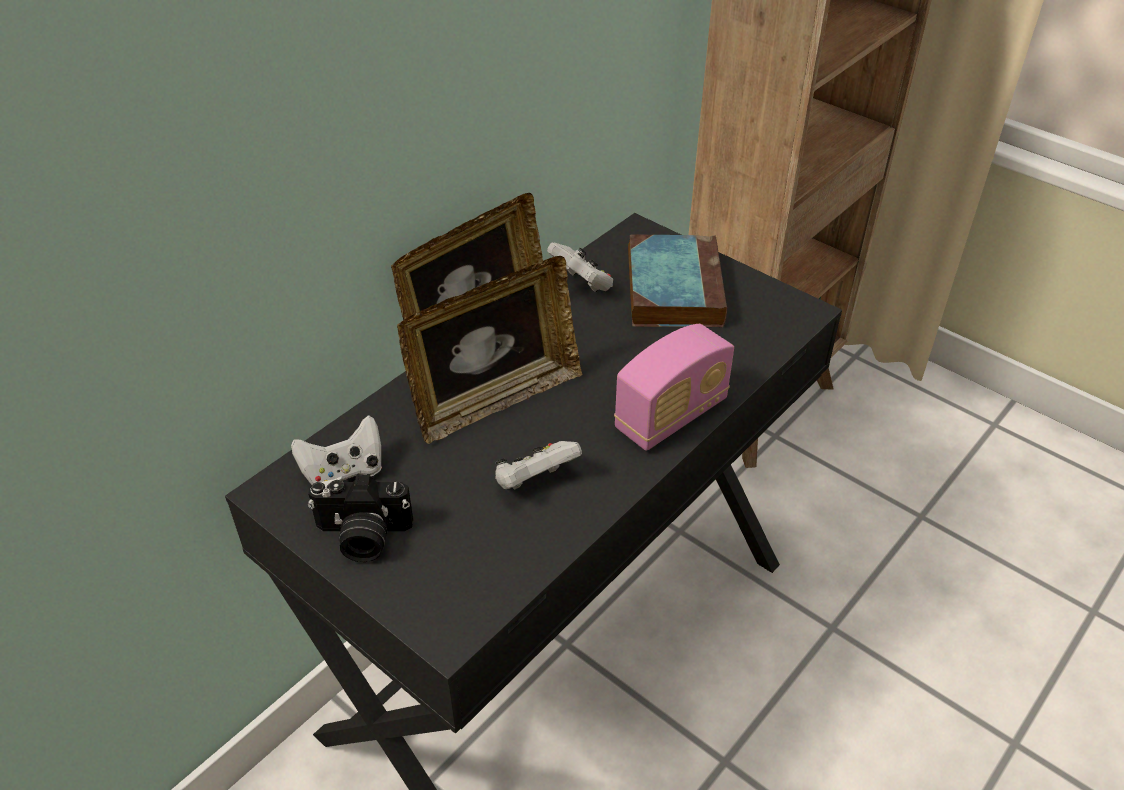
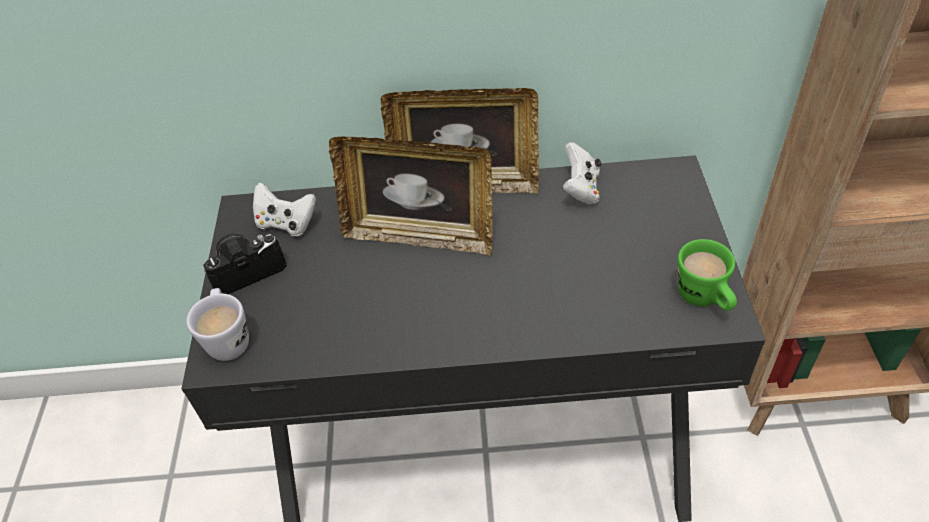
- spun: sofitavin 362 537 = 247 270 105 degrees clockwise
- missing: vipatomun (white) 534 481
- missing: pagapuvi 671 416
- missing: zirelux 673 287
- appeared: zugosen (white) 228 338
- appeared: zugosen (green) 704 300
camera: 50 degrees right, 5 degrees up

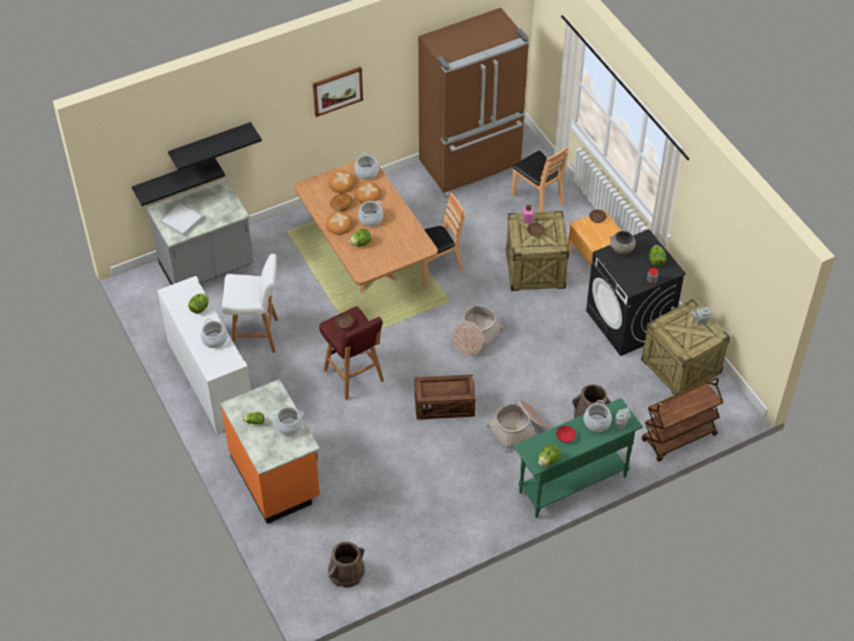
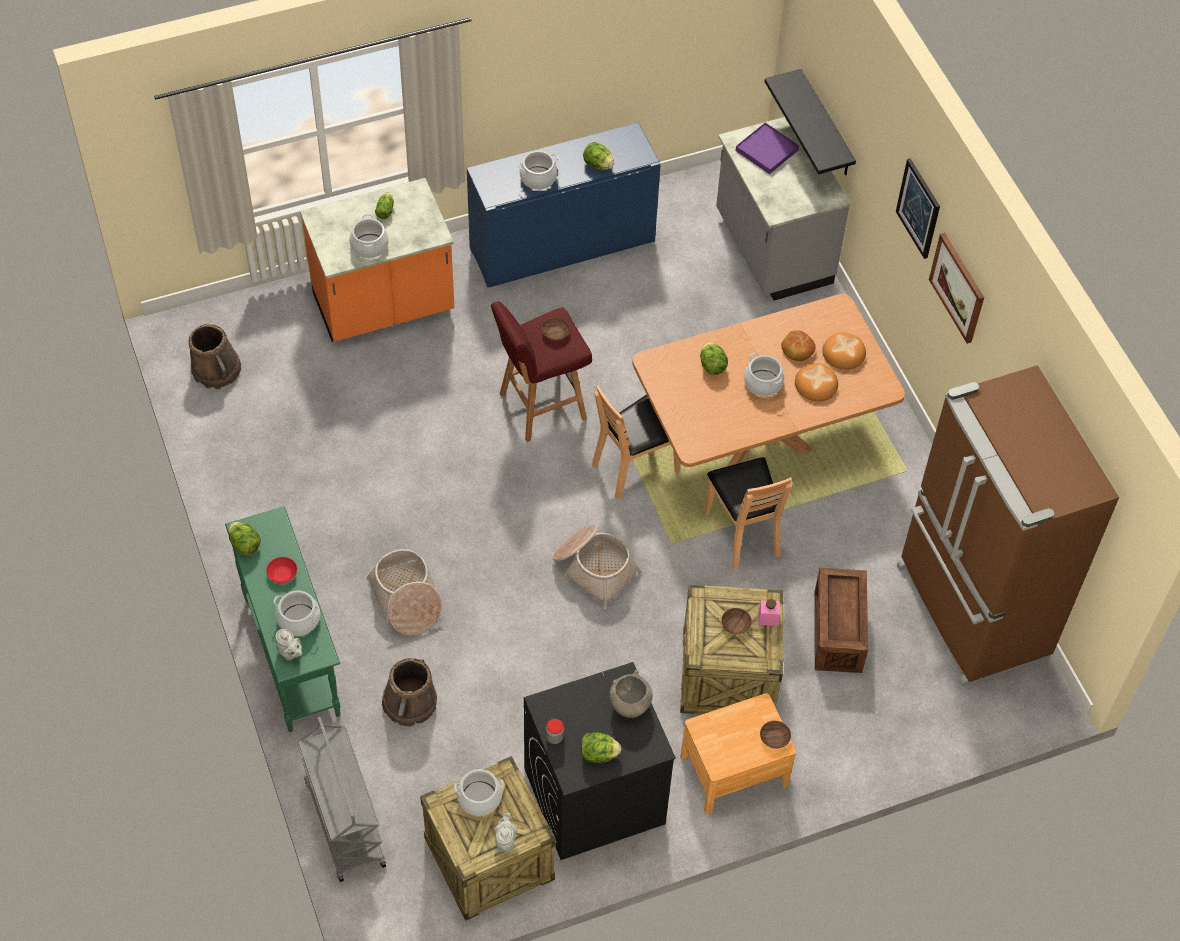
- colour: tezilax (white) 210 379 to tezilax (blue) 562 245
- colour: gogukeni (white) 182 220 to gogukeni (purple) 767 150
- missing: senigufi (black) 210 144
- missing: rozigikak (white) 256 335
- missing: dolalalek 339 225
- relocated: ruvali 366 172 to 479 798
- relocated: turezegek 444 406 to 837 632
- relocated: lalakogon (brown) 537 199 to 635 467
- colour: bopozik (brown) 678 438 to bopozik (grey) 344 823
- appeared: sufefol 919 208
camera: 95 degrees right, 5 degrees up

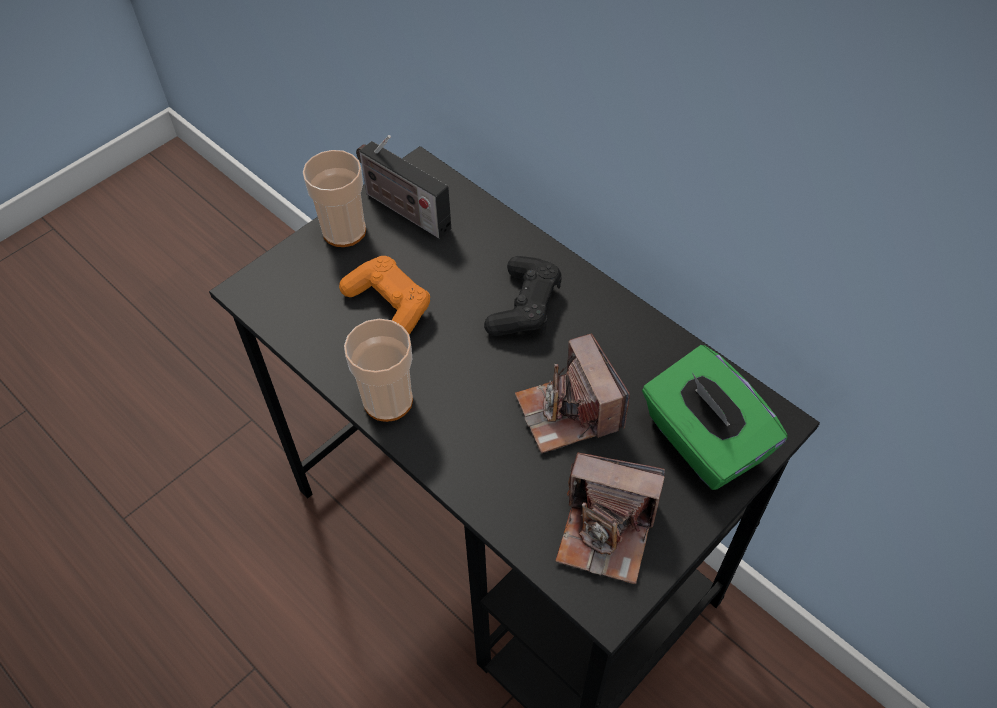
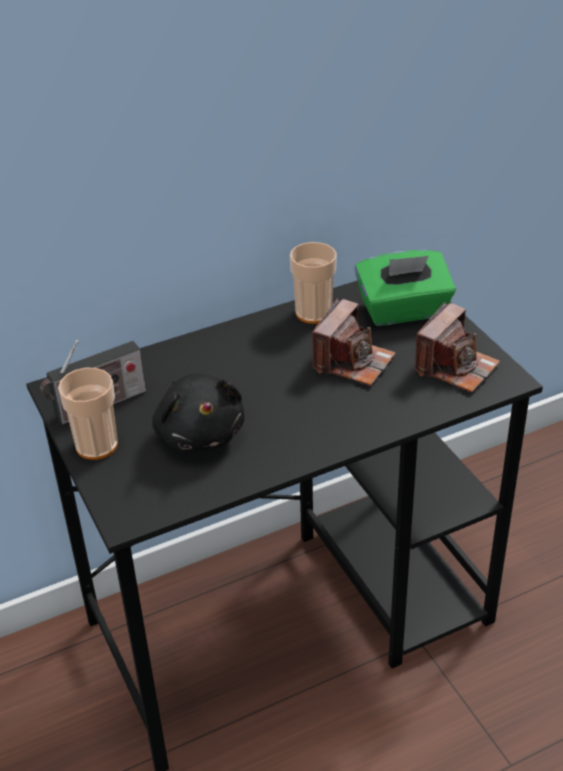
- exchanged: vipatomun (orange) 389 306 to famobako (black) 200 433
- relocated: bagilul 388 400 to 313 313
- missing: vipatomun (black) 524 306
- spun: sofitavin 568 412 = 353 362 60 degrees counterclockwise
camera: 70 degrees left, 15 degrees down

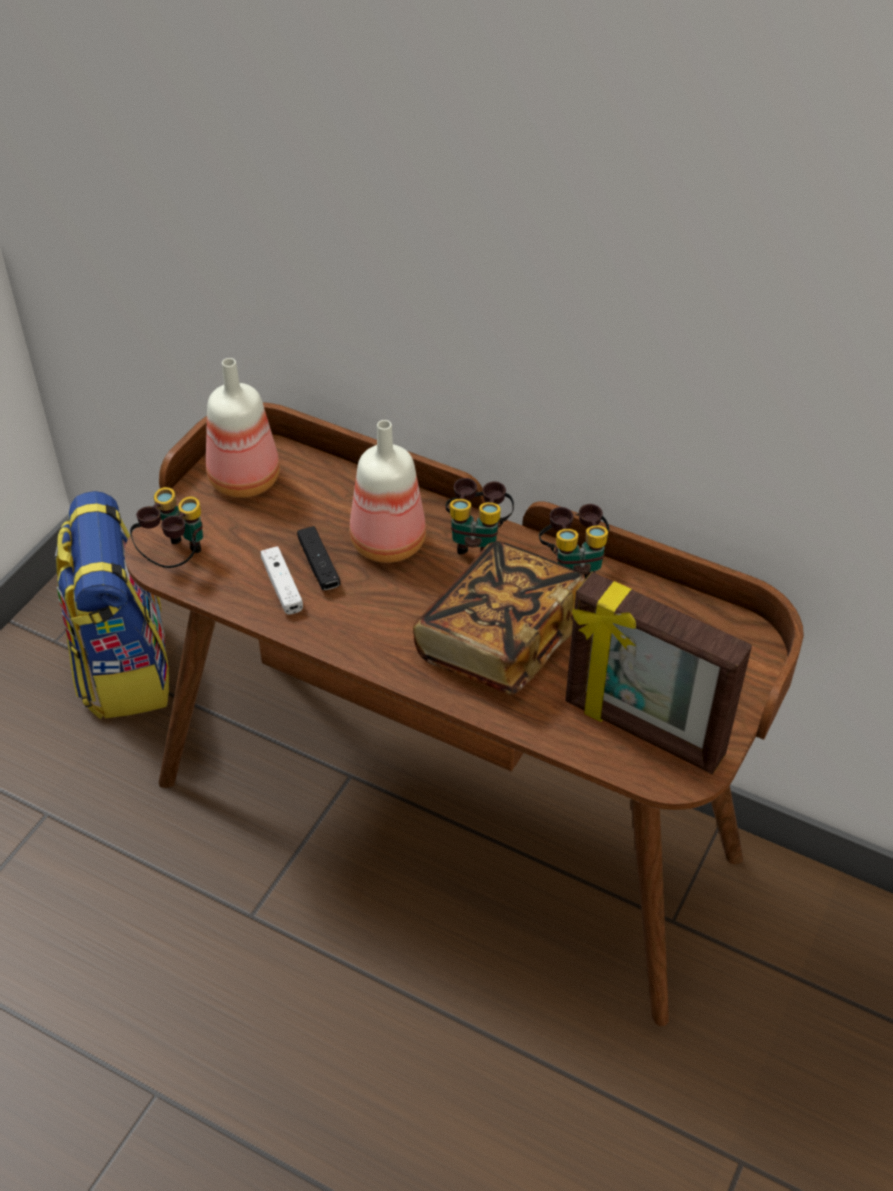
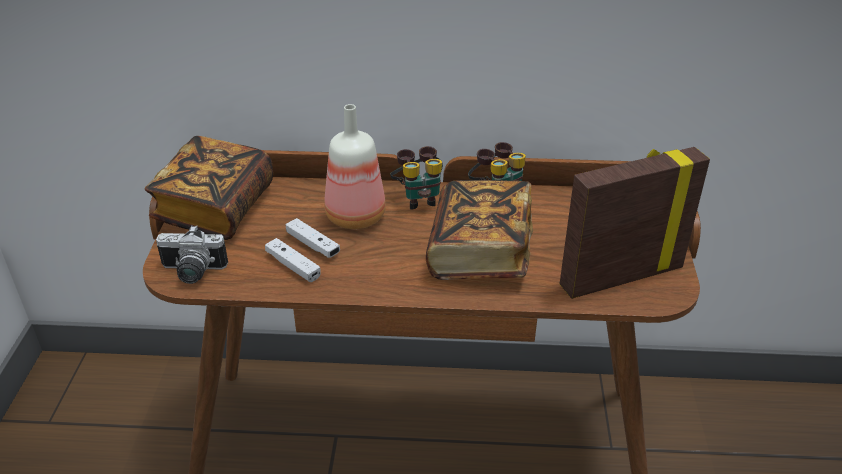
- missing: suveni 123 667
- exchanged: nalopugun 175 558 to sofitavin 192 272
- exchanged: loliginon 242 480 to zirelux 216 208
- colour: vipatomun (black) 319 565 to vipatomun (white) 313 245
- spun: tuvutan 642 731 = 620 276 150 degrees clockwise
camera: 25 degrees left, 10 degrees down

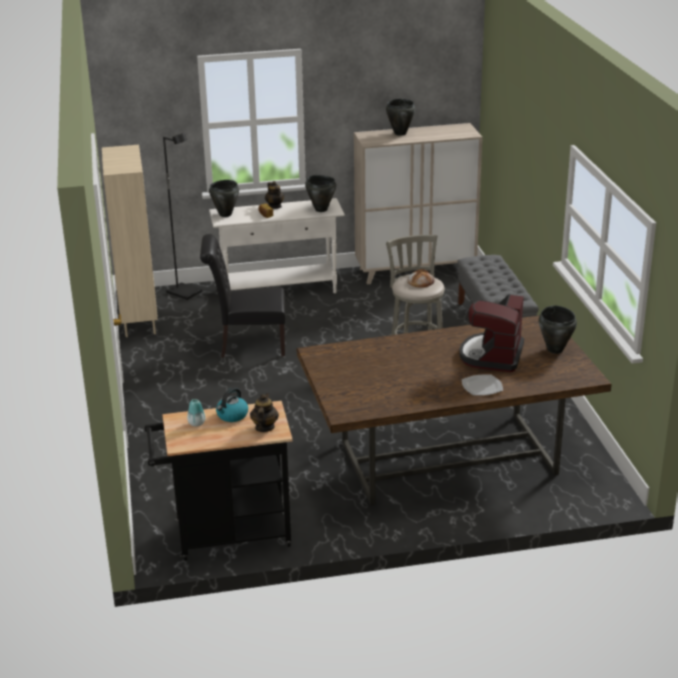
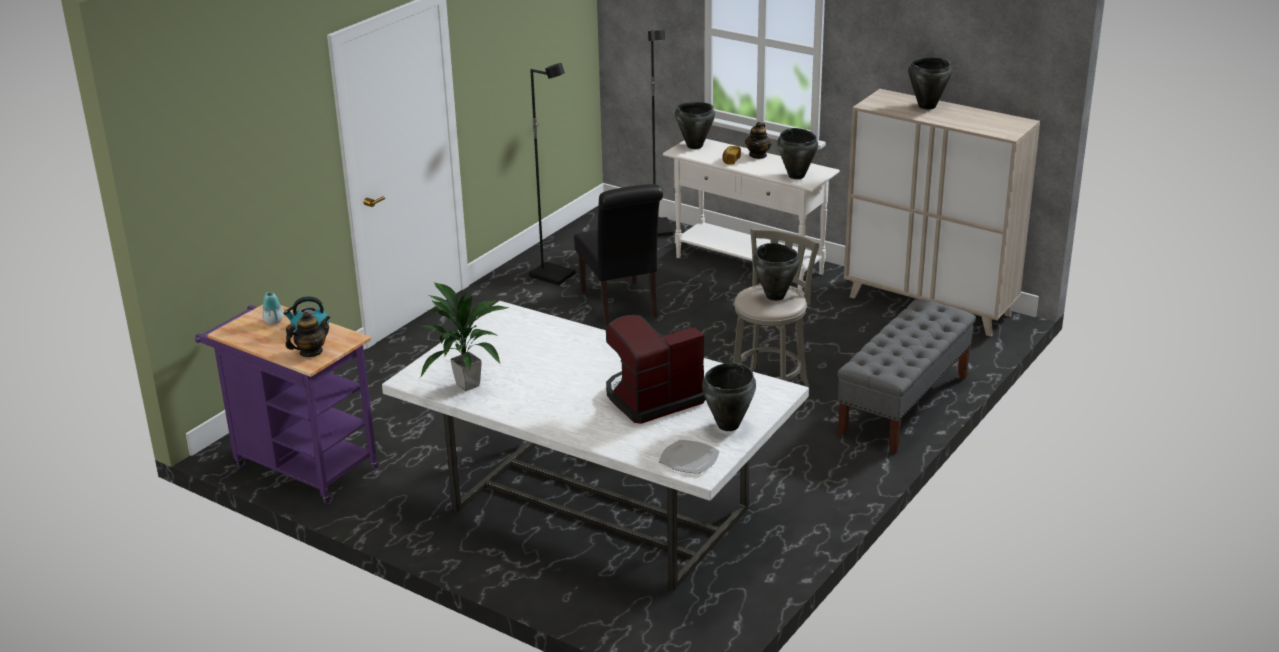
- missing: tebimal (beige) 138 321
- colour: bopozik (black) 225 536 to bopozik (purple) 300 465
- spun: lalakogon (black) 248 346 = 621 306 150 degrees counterclockwise
- colour: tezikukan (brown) 445 458 to tezikukan (white) 597 508
- exchanged: dolalalek 420 281 to ruvali (black) 775 296
- relocated: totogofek 481 386 to 689 459
- appeared: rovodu 467 384
- appeared: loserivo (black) 553 275
camera: 45 degrees right, 0 degrees up

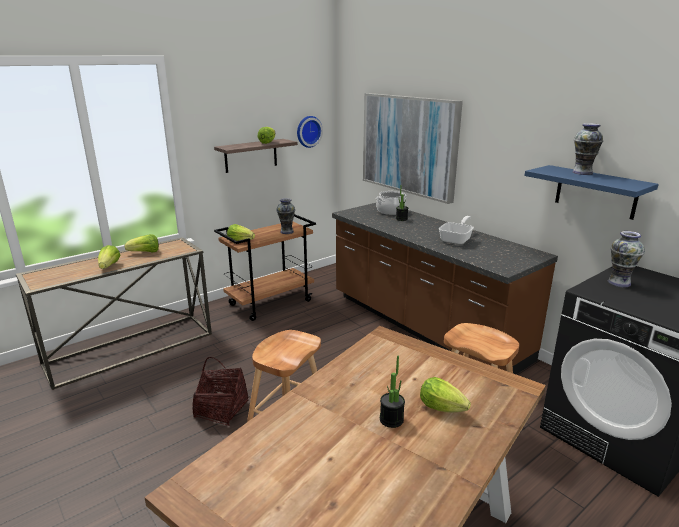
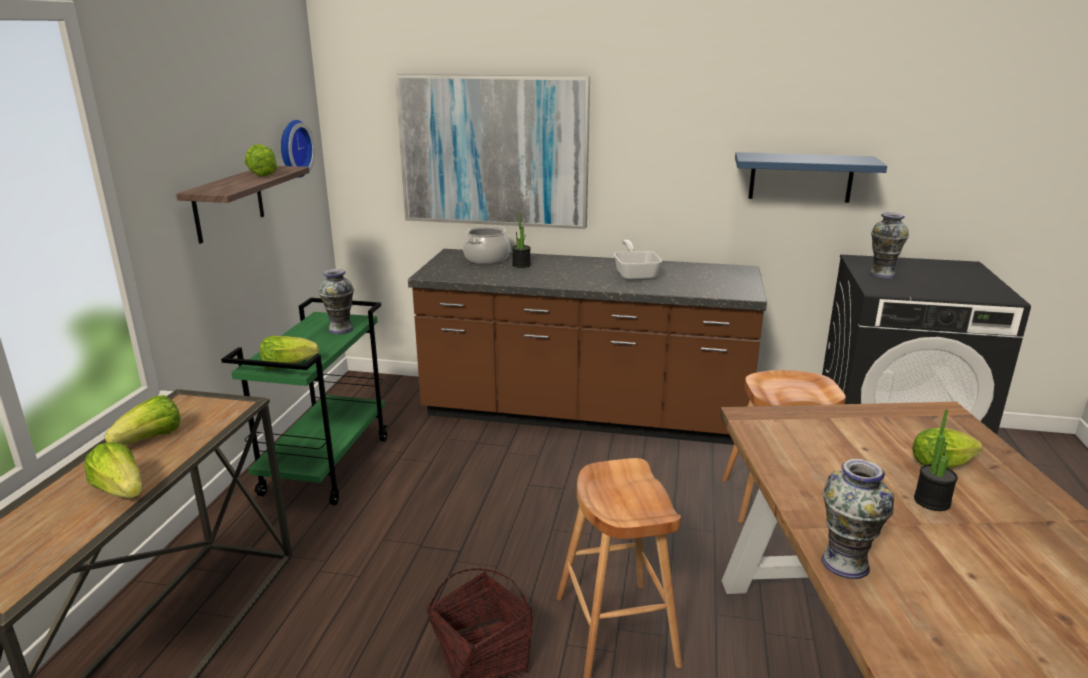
- colour: bopozik (brown) 271 302 to bopozik (green) 326 465
- relocated: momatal 582 172 to 845 563
camera: 40 degrees left, 0 degrees up

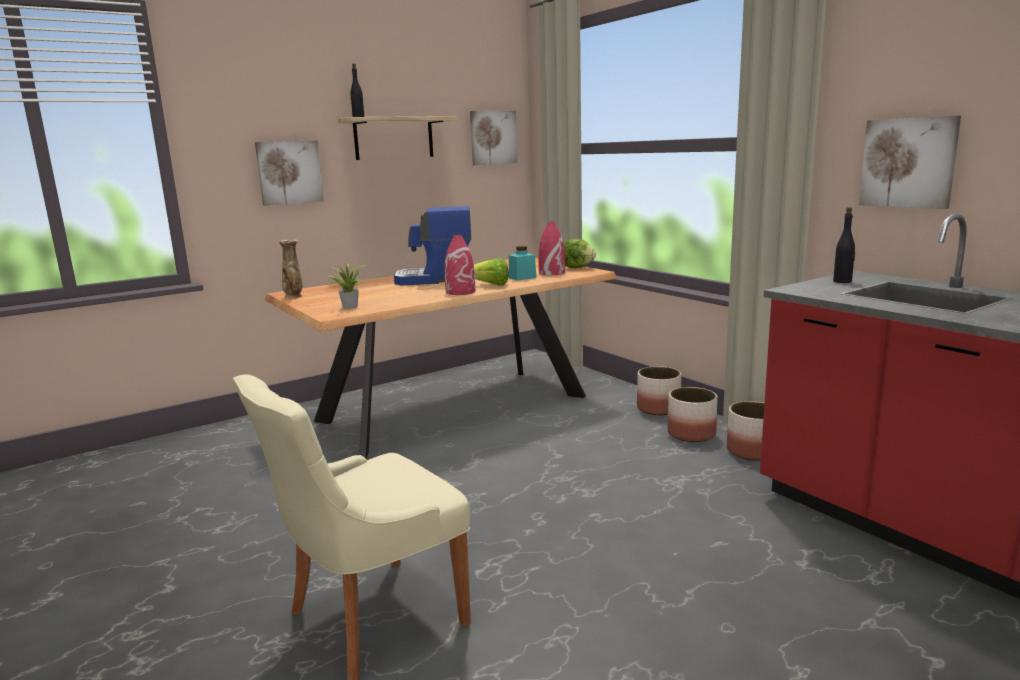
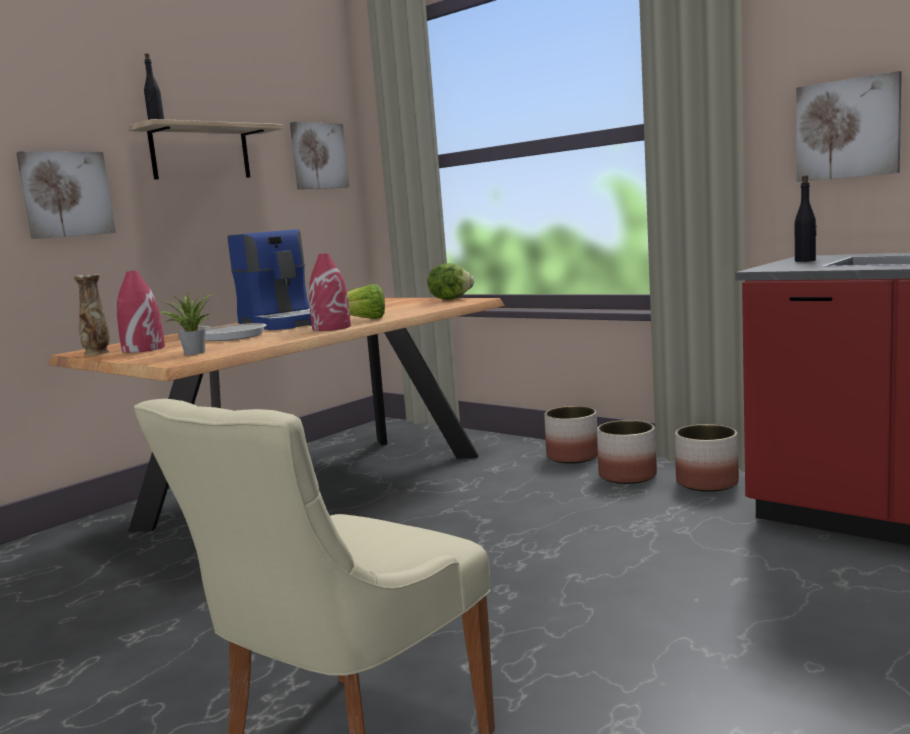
- spun: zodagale 436 280 = 283 323 105 degrees counterclockwise
- missing: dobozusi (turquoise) 522 277
- relocated: momatal (red) 551 273 to 143 349
- appeared: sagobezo 231 336
camera: 15 degrees left, 5 degrees down

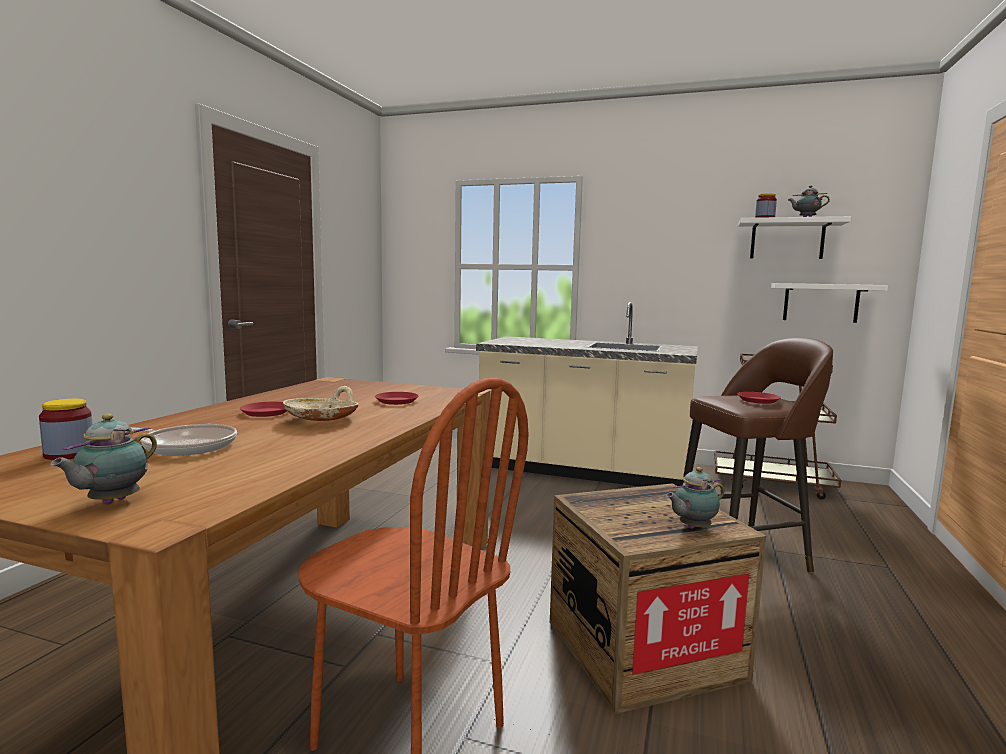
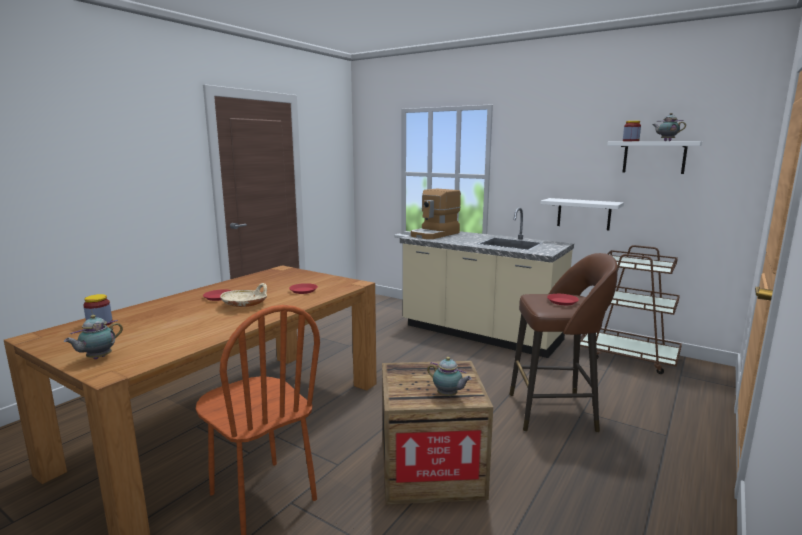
- missing: sagobezo 185 446
- spun: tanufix 692 527 = 448 396 135 degrees counterclockwise
- relocated: senigufi (white) 820 302 to 583 214
- appeared: zodagale 435 234
camera: 15 degrees right, 5 degrees up

